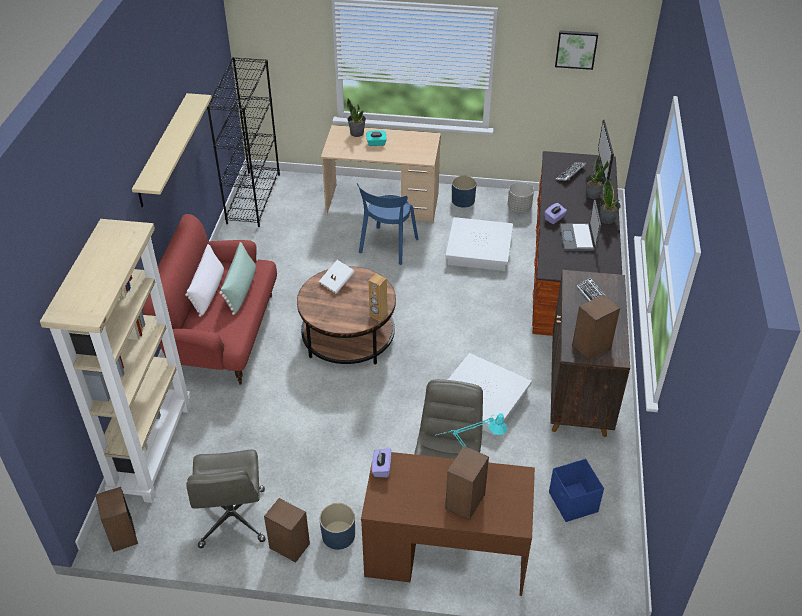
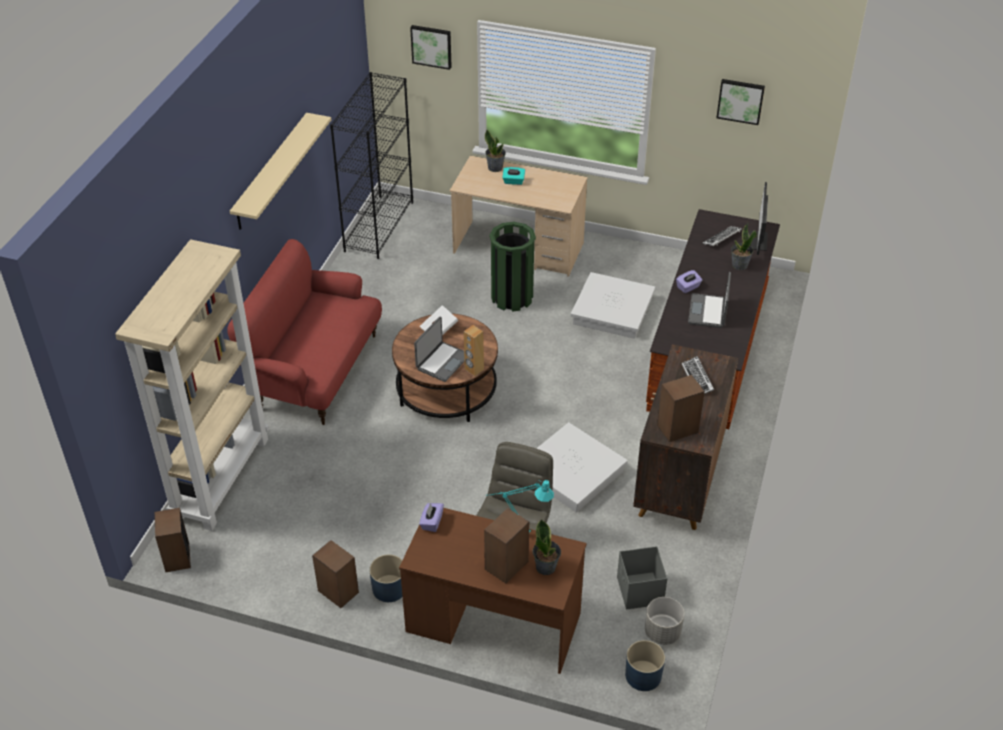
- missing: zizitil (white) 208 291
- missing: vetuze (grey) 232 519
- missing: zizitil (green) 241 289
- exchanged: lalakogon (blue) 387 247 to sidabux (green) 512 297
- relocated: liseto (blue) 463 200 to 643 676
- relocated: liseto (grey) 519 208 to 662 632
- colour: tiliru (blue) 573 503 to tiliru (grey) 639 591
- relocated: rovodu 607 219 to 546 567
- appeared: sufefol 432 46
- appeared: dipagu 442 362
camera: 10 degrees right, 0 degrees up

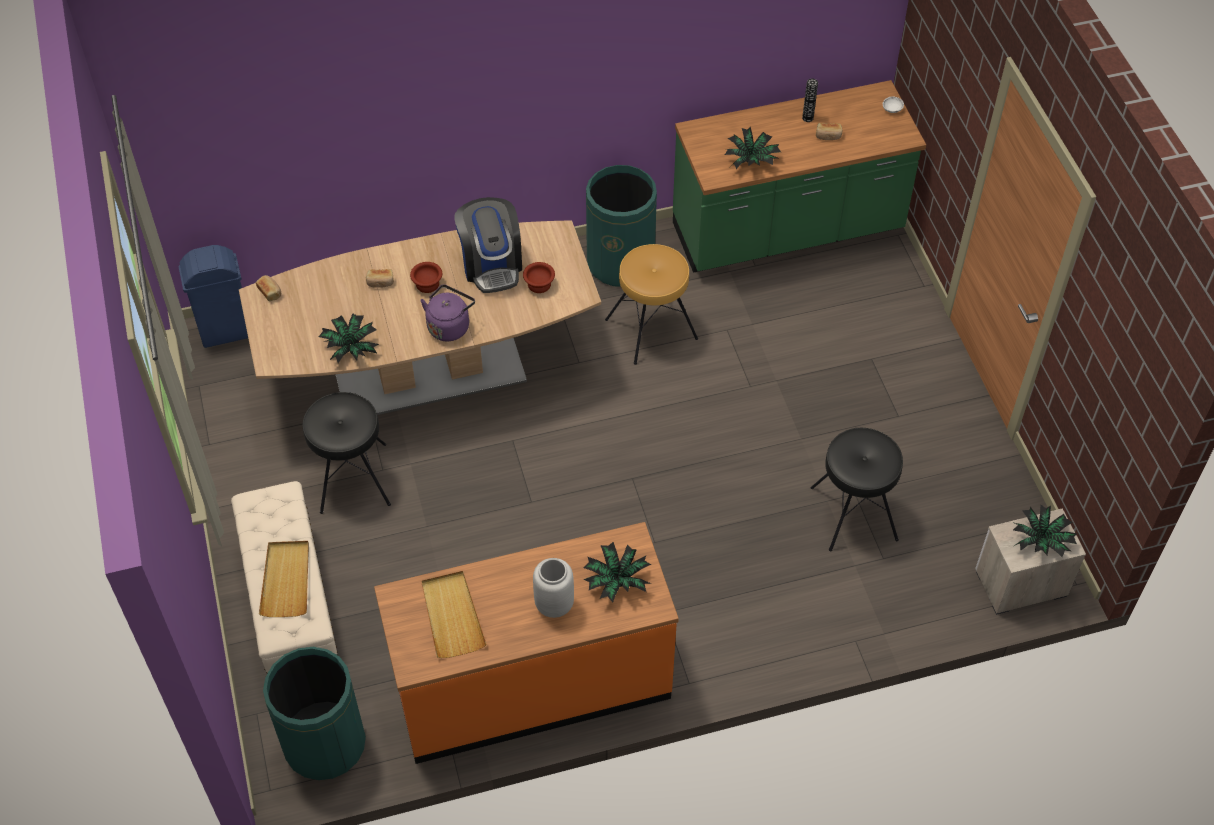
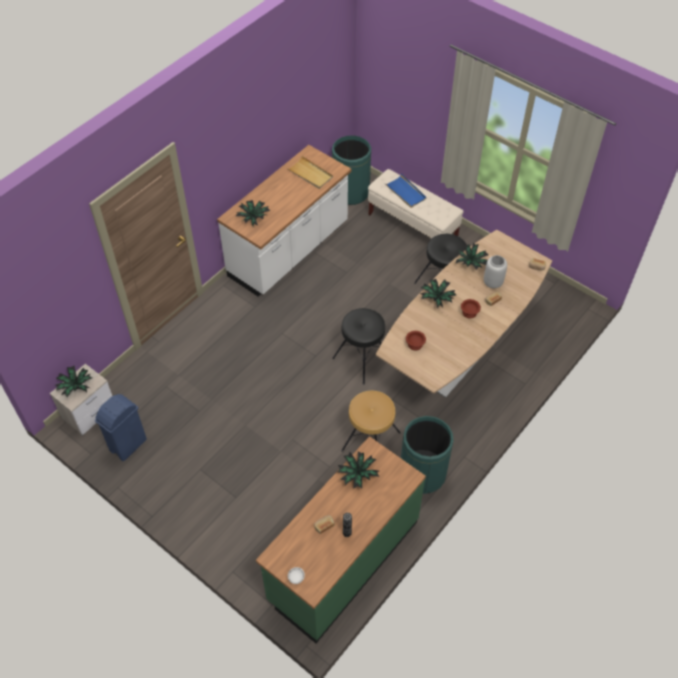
- relocated: sidabux (blue) 227 331 to 128 445
- colour: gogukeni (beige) 286 580 to gogukeni (blue) 405 192
- colour: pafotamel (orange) 531 684 to pafotamel (white) 289 251
- exchanged: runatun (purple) 449 326 to rovodu 436 298
- missing: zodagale 491 264
- relocated: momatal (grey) 554 603 to 493 283
- relocated: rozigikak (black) 853 514 to 362 359
camera: 145 degrees right, 0 degrees up

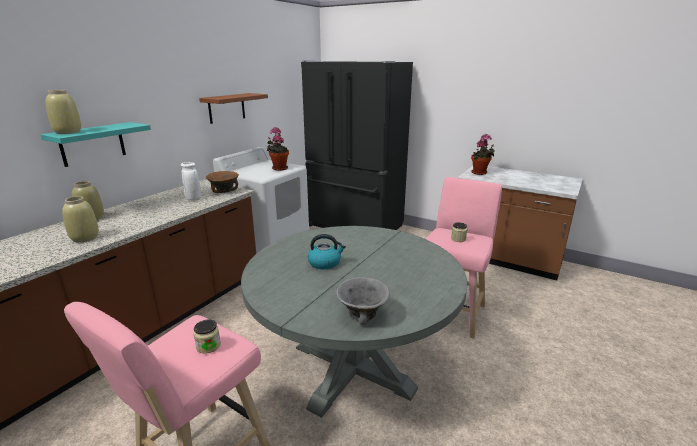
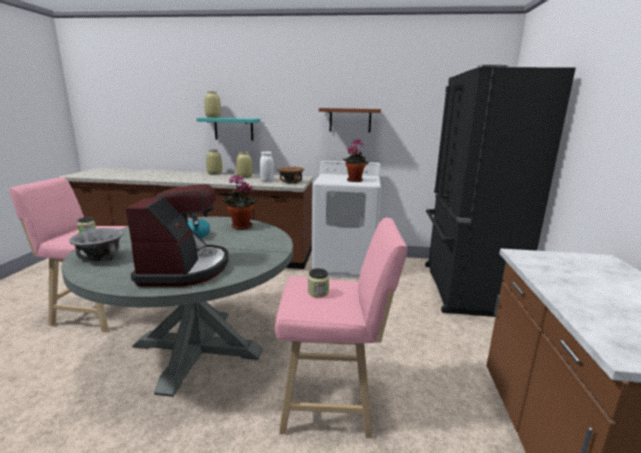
- relocated: momatal (beige) 85 238 to 244 177
- relocated: rovodu 480 173 to 240 227
- appeared: zodagale 185 268
camera: 65 degrees right, 5 degrees down

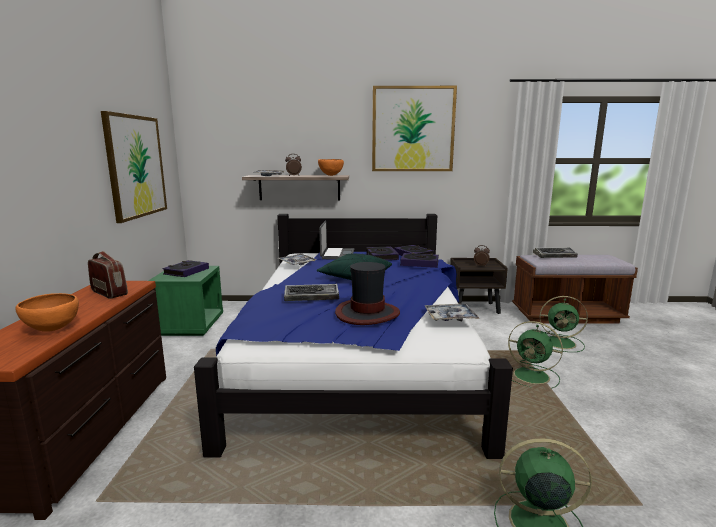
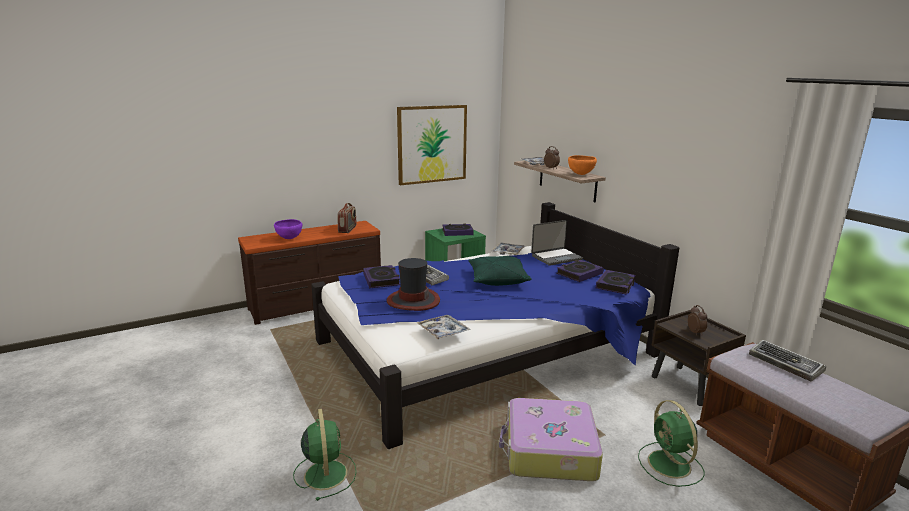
- colour: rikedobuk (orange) 52 330 to rikedobuk (purple) 289 239
- missing: sufefol 413 129
- relocated: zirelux 419 263 to 381 280
- exchanged: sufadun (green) 533 376 to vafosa 549 451
camera: 60 degrees right, 5 degrees up

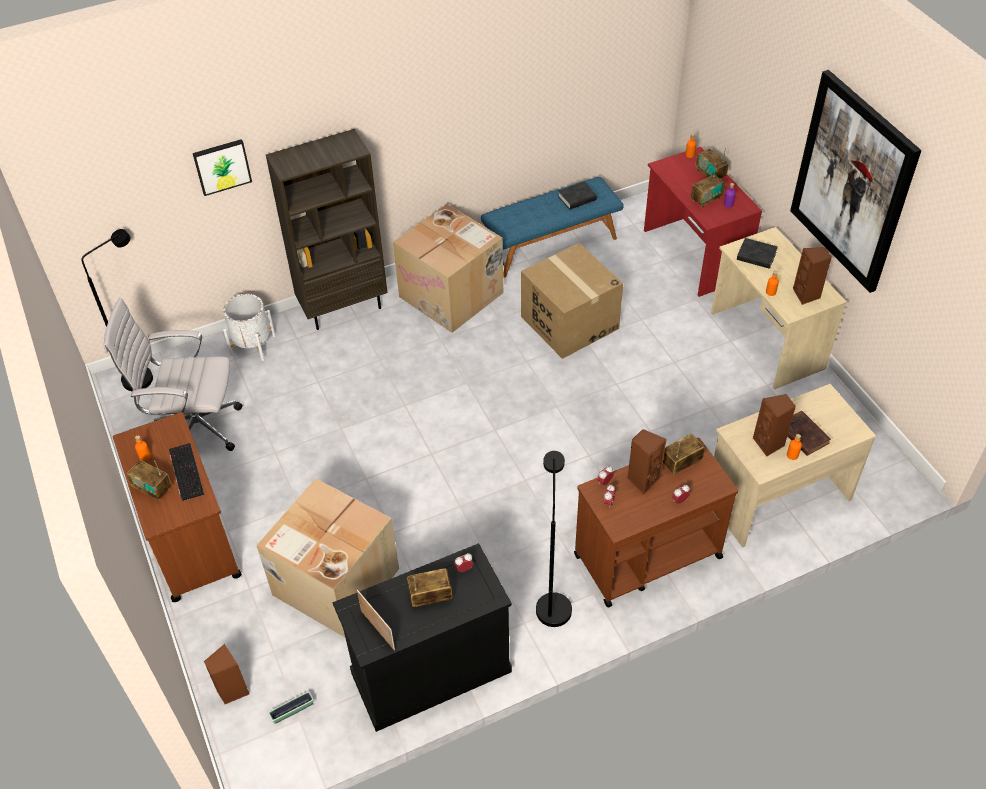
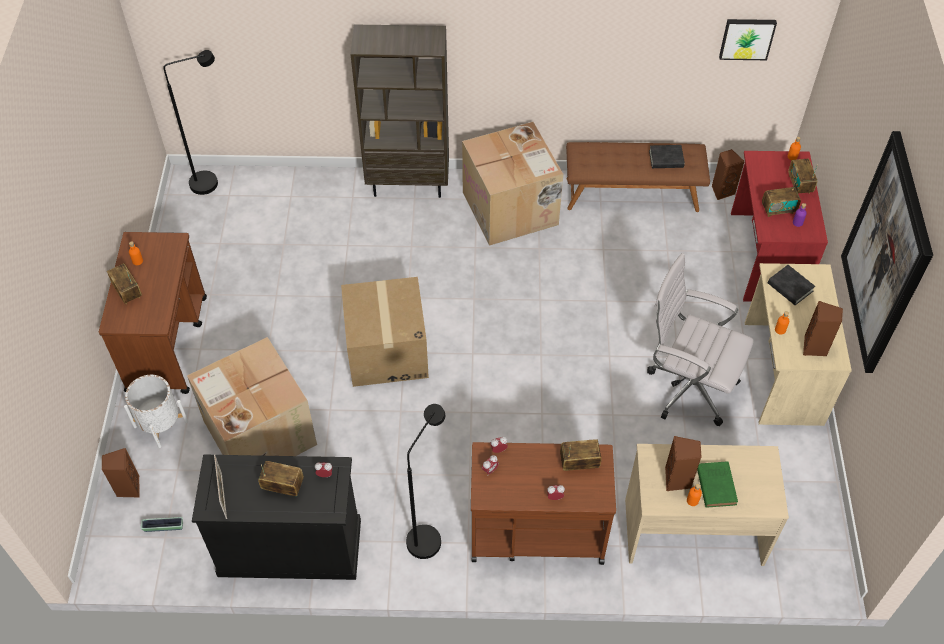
- relocated: vetuze (white) 194 428 to 687 387
- missing: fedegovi 185 471
- relocated: sufefol 222 166 to 747 38
- relocated: liseto (white) 253 345 to 160 424
- colour: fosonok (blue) 551 244 to fosonok (brown) 632 193
- relocated: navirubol 569 322 to 386 350
- relocated: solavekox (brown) 642 480 to 722 191
- colour: zirelux (brown) 802 434 to zirelux (green) 715 484
camera: 25 degrees right, 5 degrees up

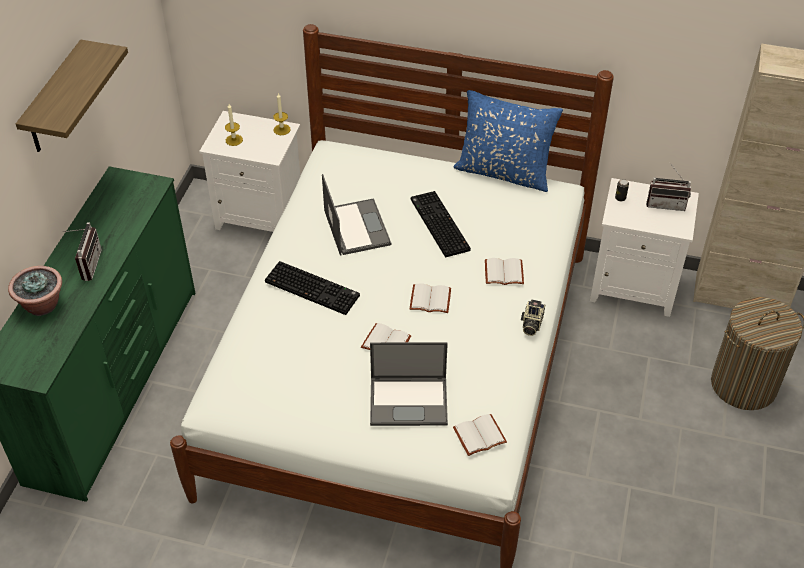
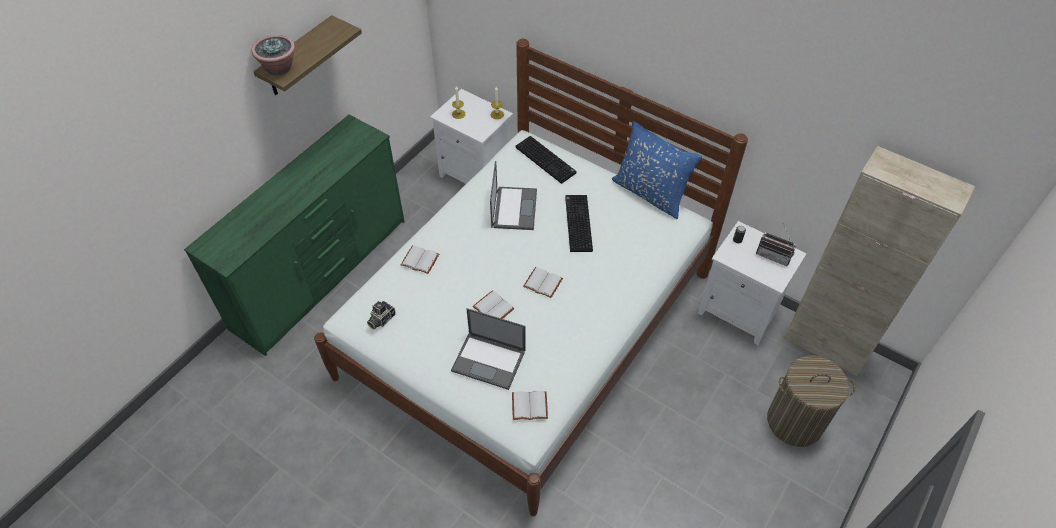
- relocated: rovodu 42 305 to 279 68
- missing: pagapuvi 86 264
- relocated: fedegovi 313 288 to 546 160
- relocated: zirelux (white) 504 272 to 421 259
- relocated: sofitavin 531 324 to 381 319
camera: 20 degrees right, 5 degrees up

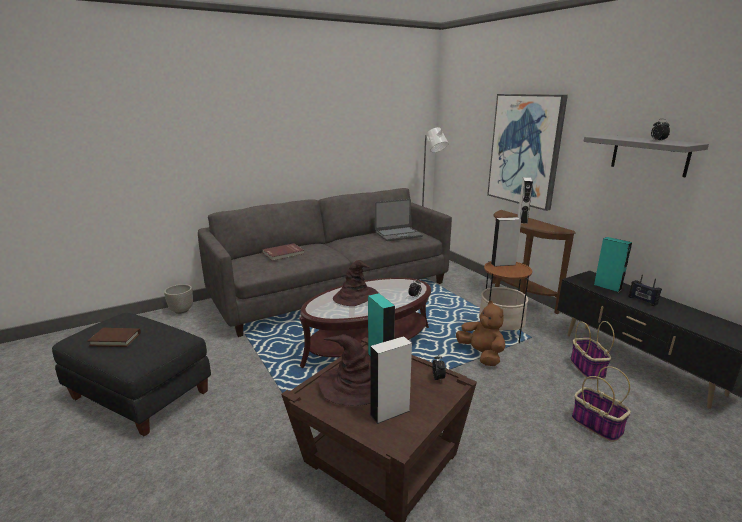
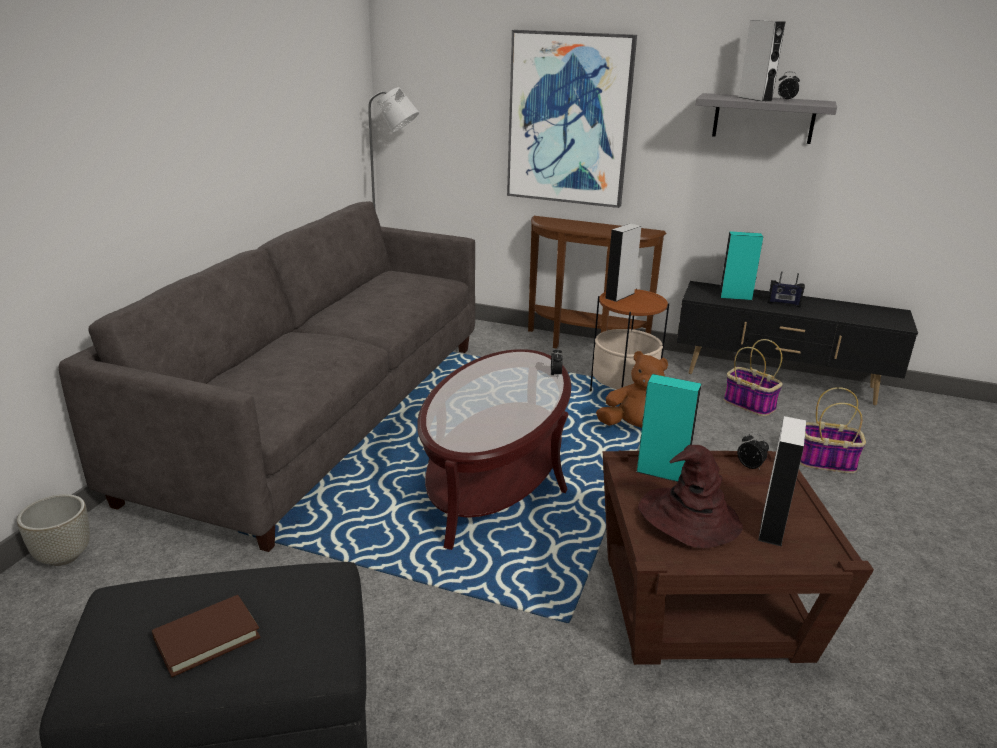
- missing: zirelux (red) 283 253
- missing: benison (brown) 356 297
- missing: dipagu 398 234
- relocated: solavekox (white) 522 220 to 755 99
camera: 40 degrees left, 5 degrees up

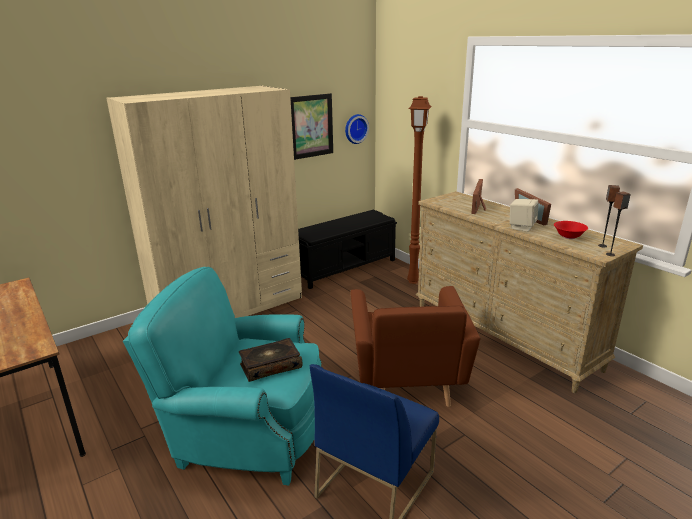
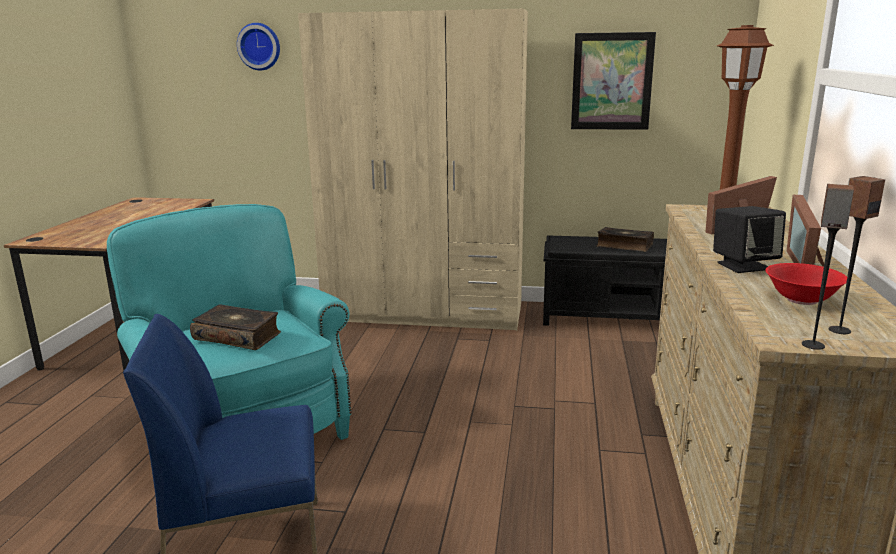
- relocated: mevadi 355 128 to 260 46
- missing: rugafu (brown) 407 381
- colour: solavekox (beige) 521 227 to solavekox (black) 743 266
- appeared: zirelux 624 246
camera: 45 degrees right, 5 degrees down

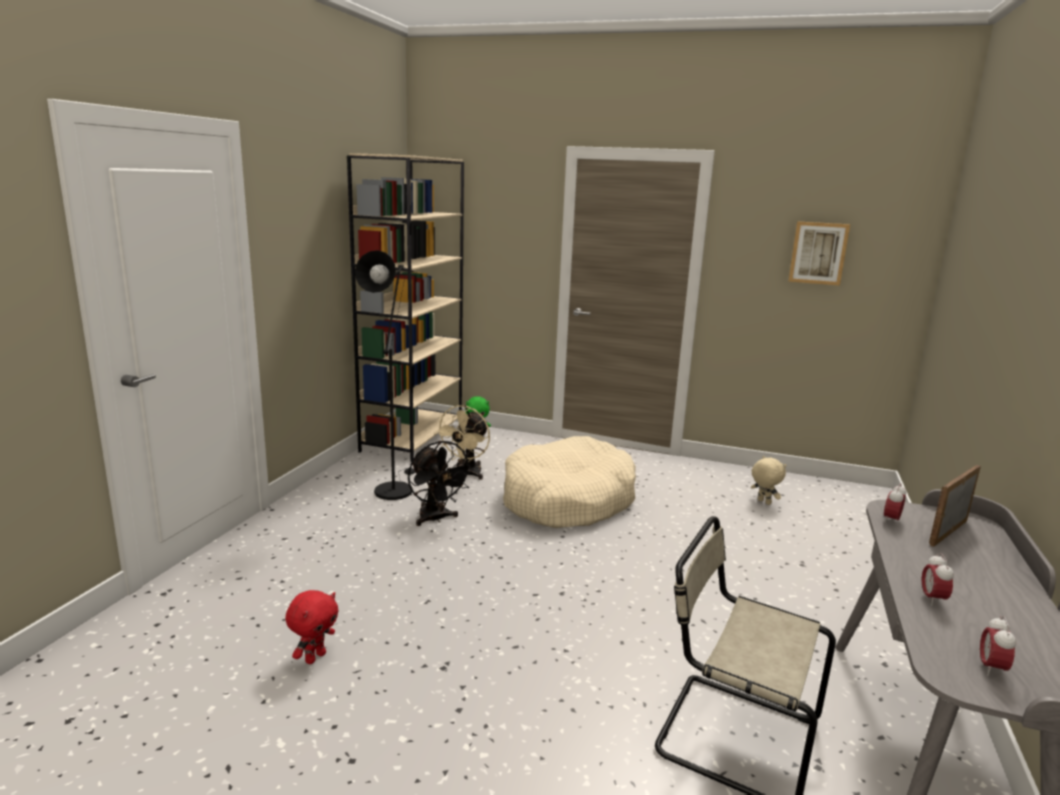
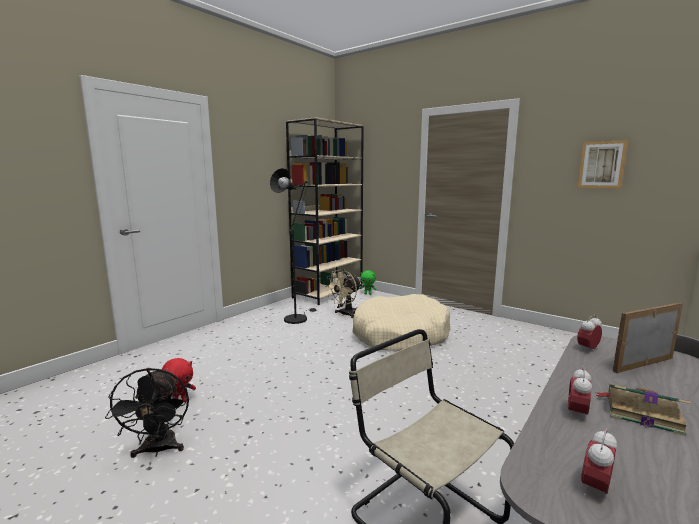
- relocated: sufadun (black) 436 519 to 158 450
- missing: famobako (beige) 763 502
- appeared: zirelux 640 412
camera: 20 degrees right, 5 degrees down

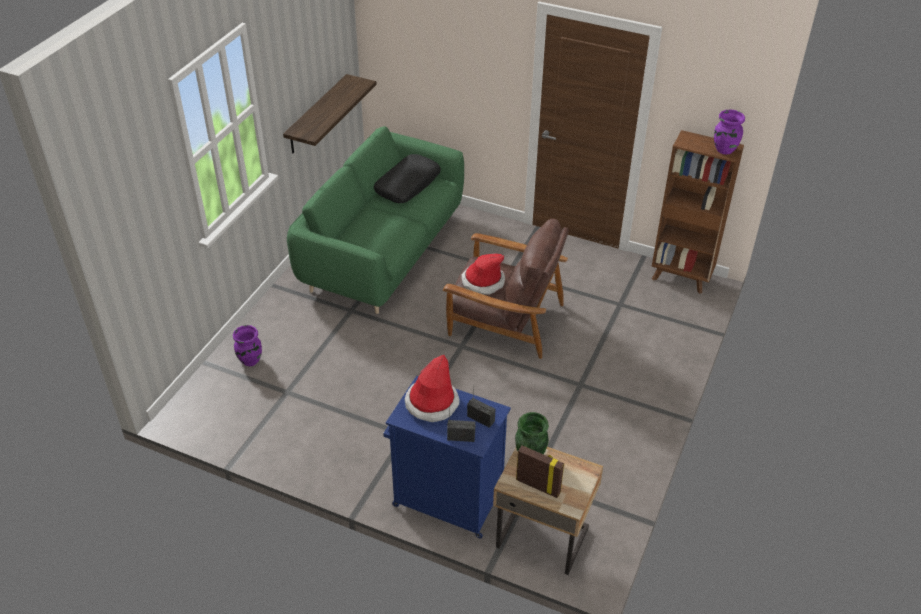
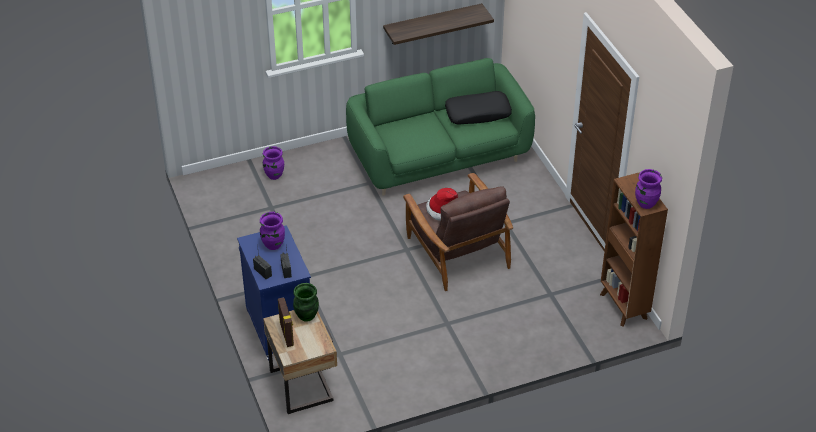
- exchanged: benison 432 403 to momatal (purple) 273 245
camera: 45 degrees right, 0 degrees up

